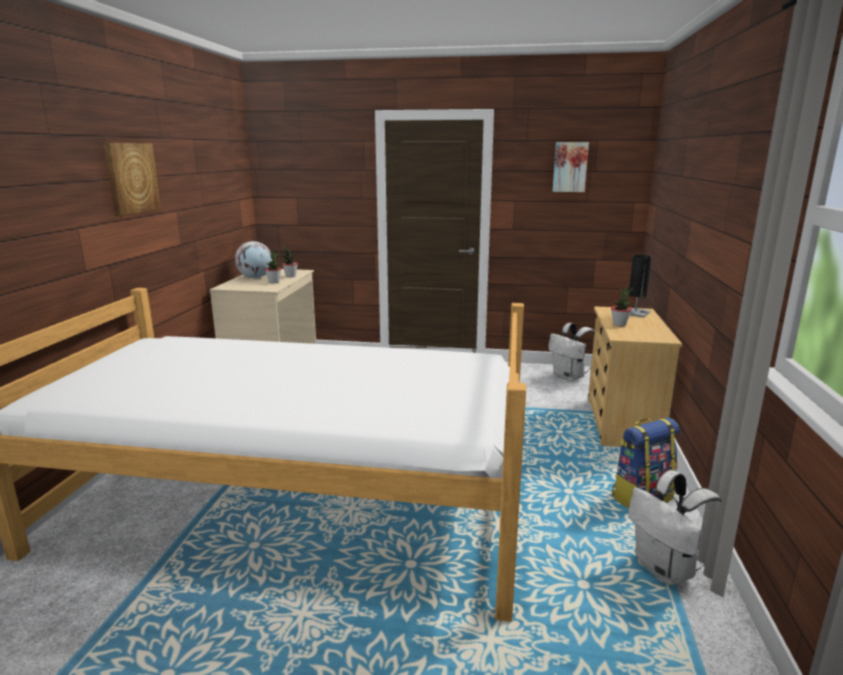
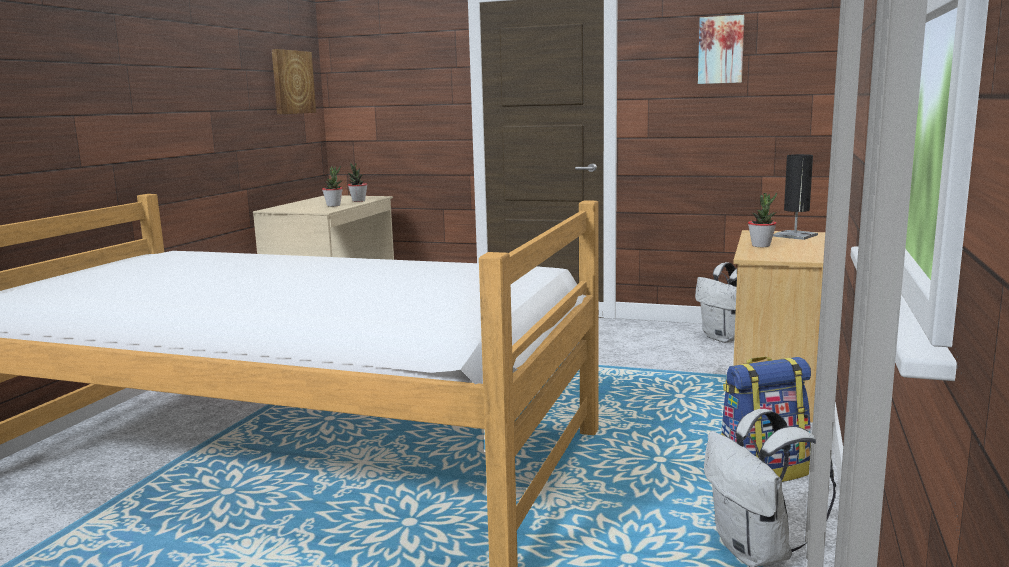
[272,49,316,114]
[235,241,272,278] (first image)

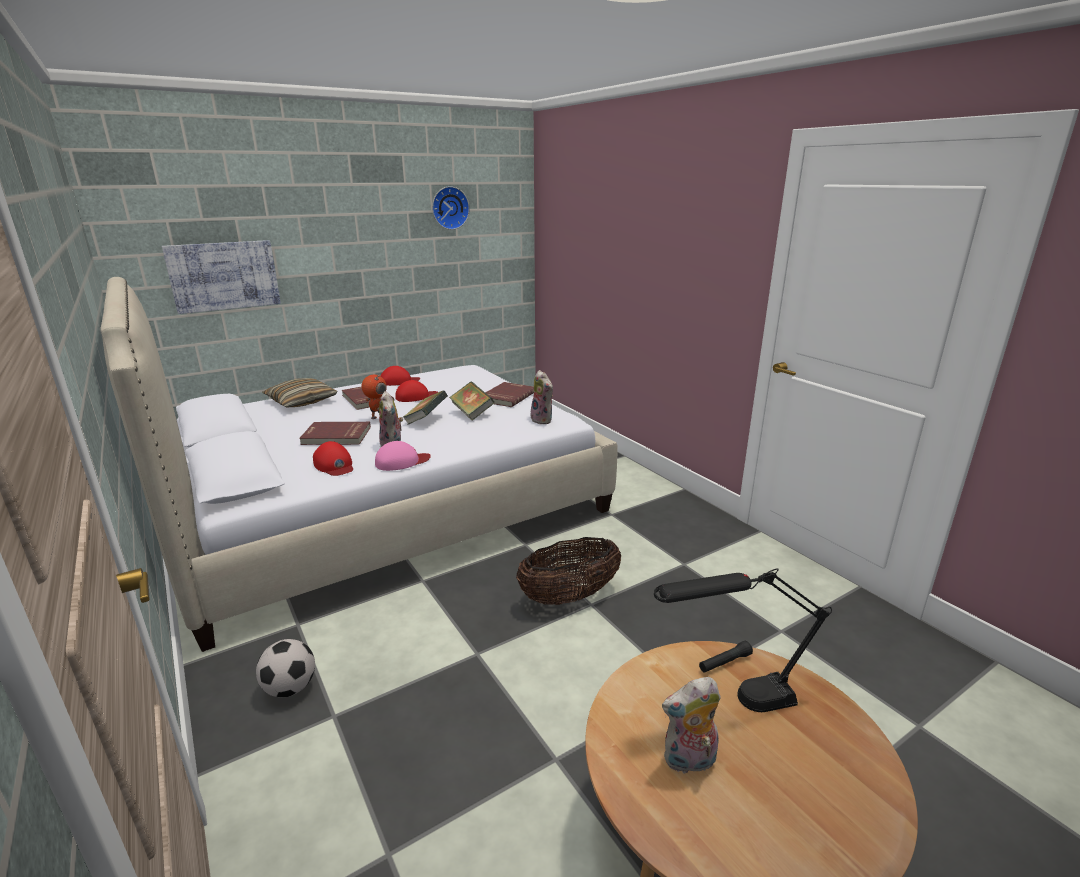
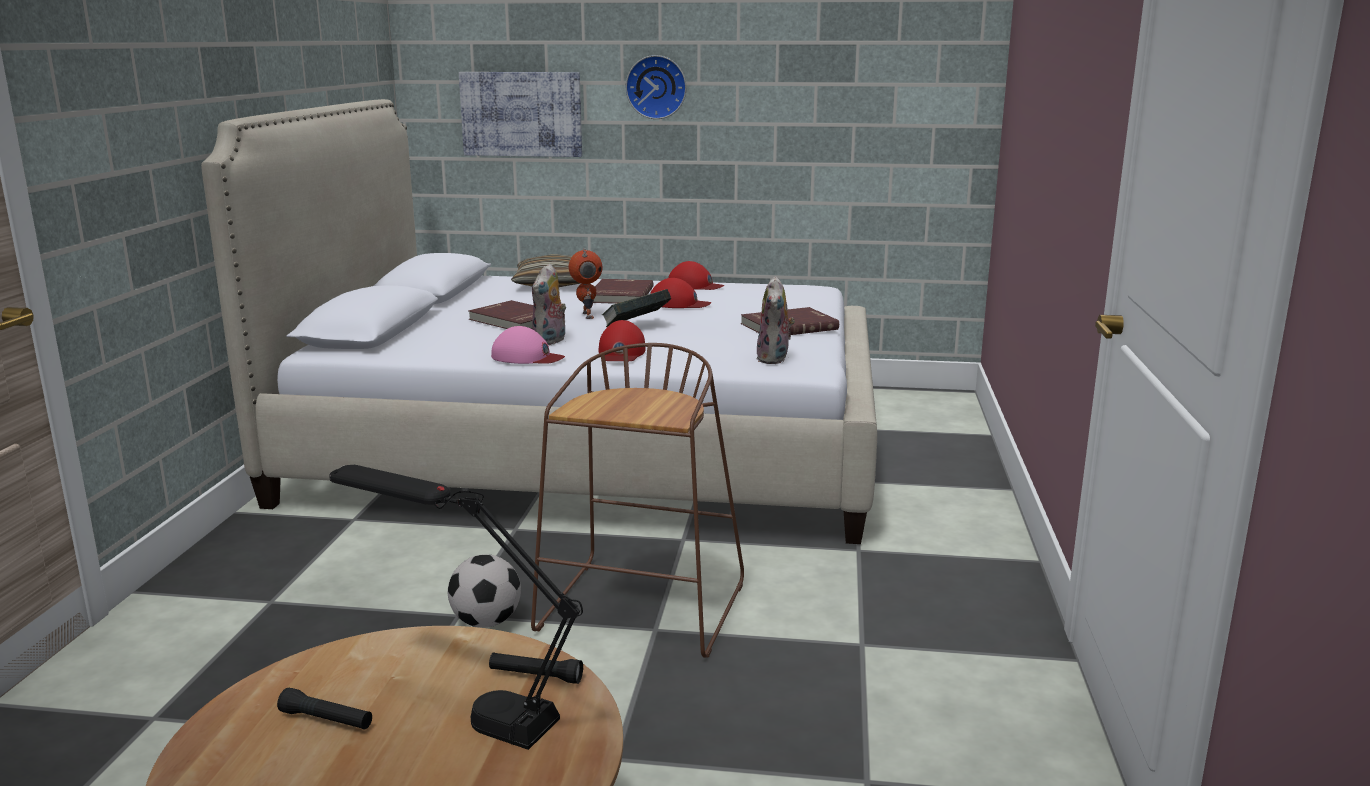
[448,554,521,628]
[598,320,645,361]
[626,55,687,119]
[449,381,494,421] (first image)
[531,343,744,658]
[277,688,372,729]

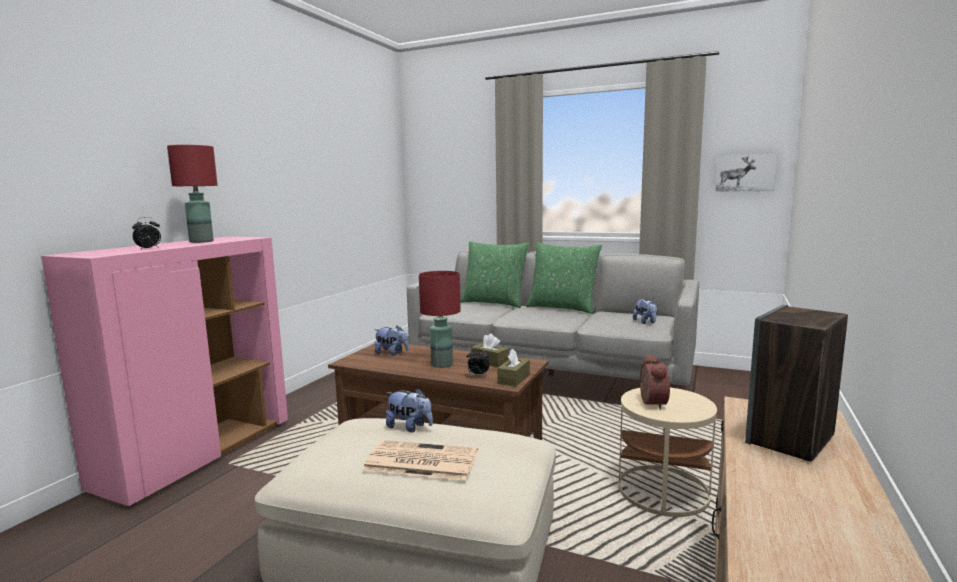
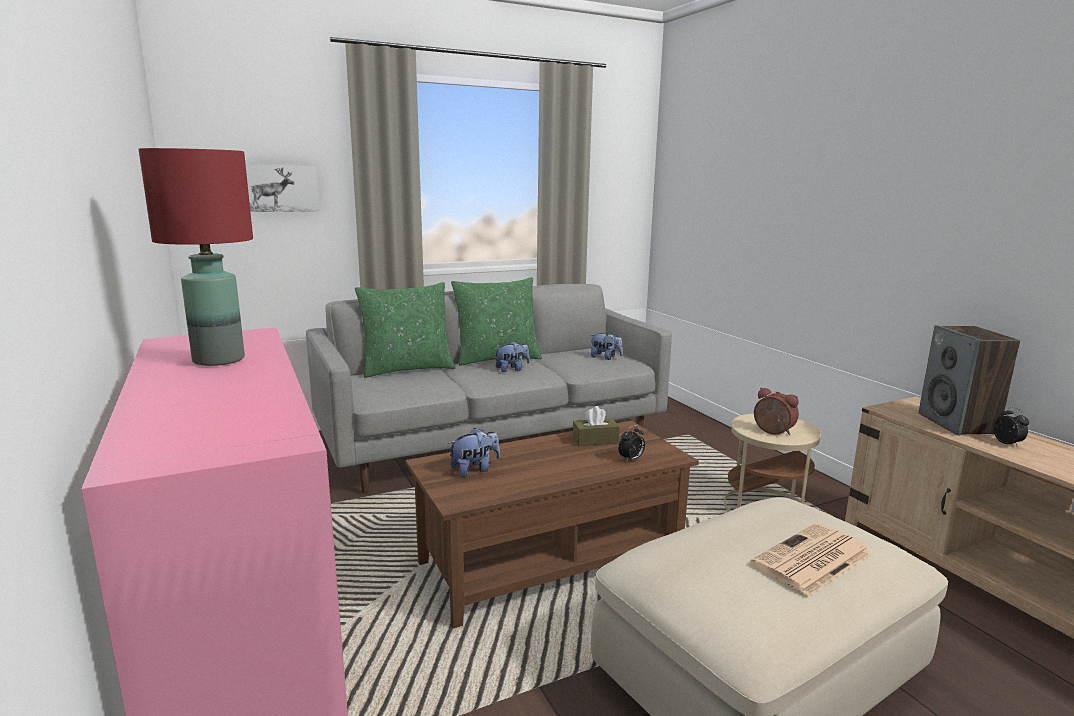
[993,407,1029,448]
[495,341,530,372]
[419,271,461,368] (first image)
[497,348,530,387] (first image)
[246,164,319,212]

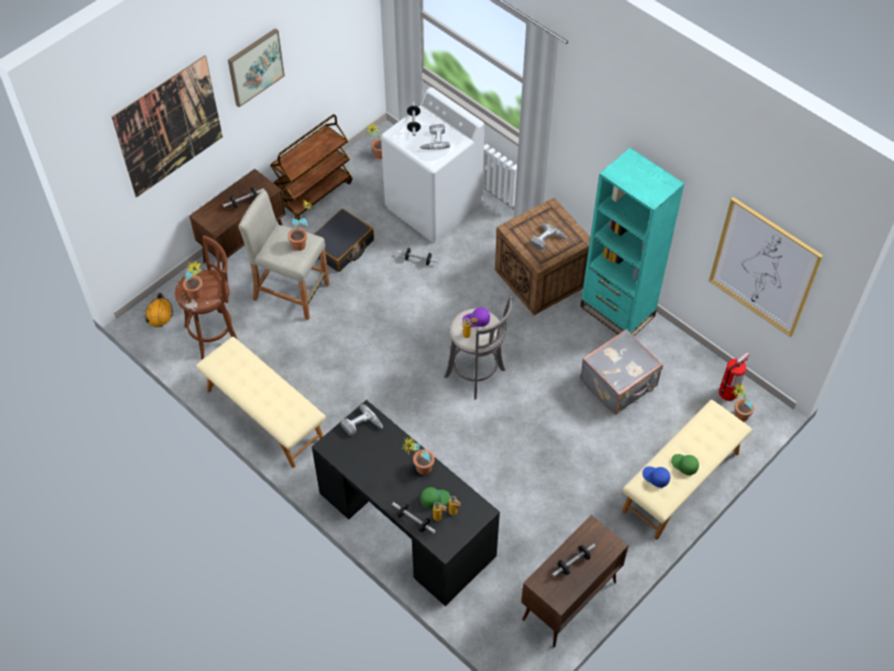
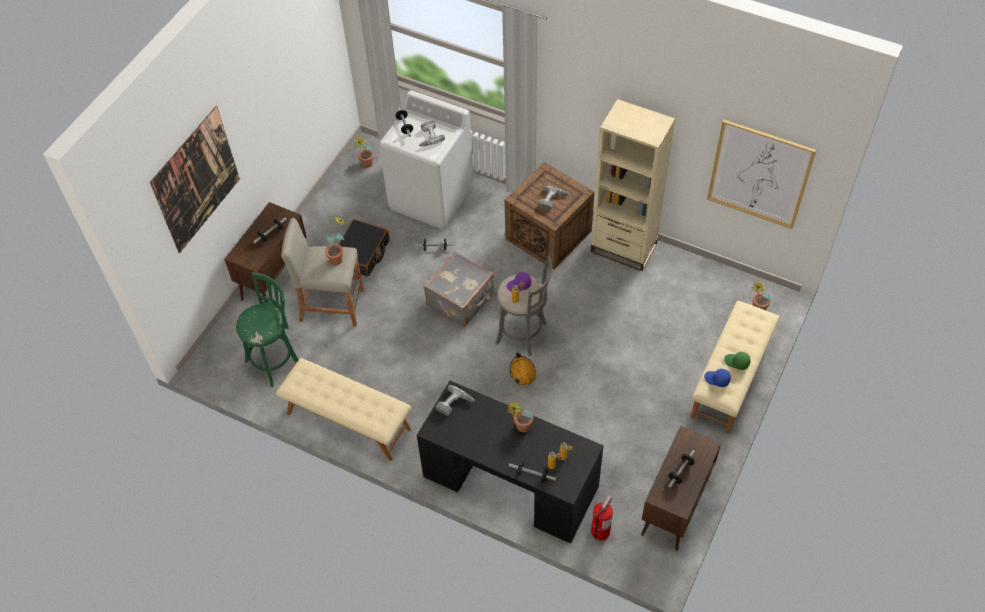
[510,352,536,385]
[236,272,299,387]
[183,260,203,299] (first image)
[228,28,285,107] (first image)
[270,114,353,220] (first image)
[420,487,450,509] (first image)
[591,99,675,271]
[423,252,494,328]
[591,495,613,540]

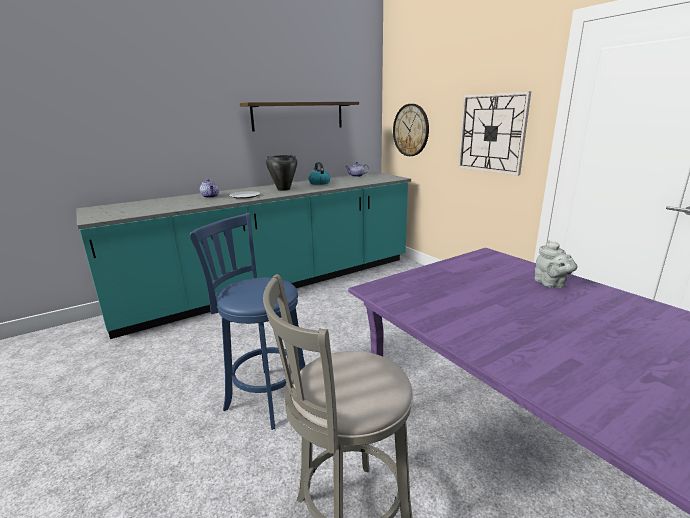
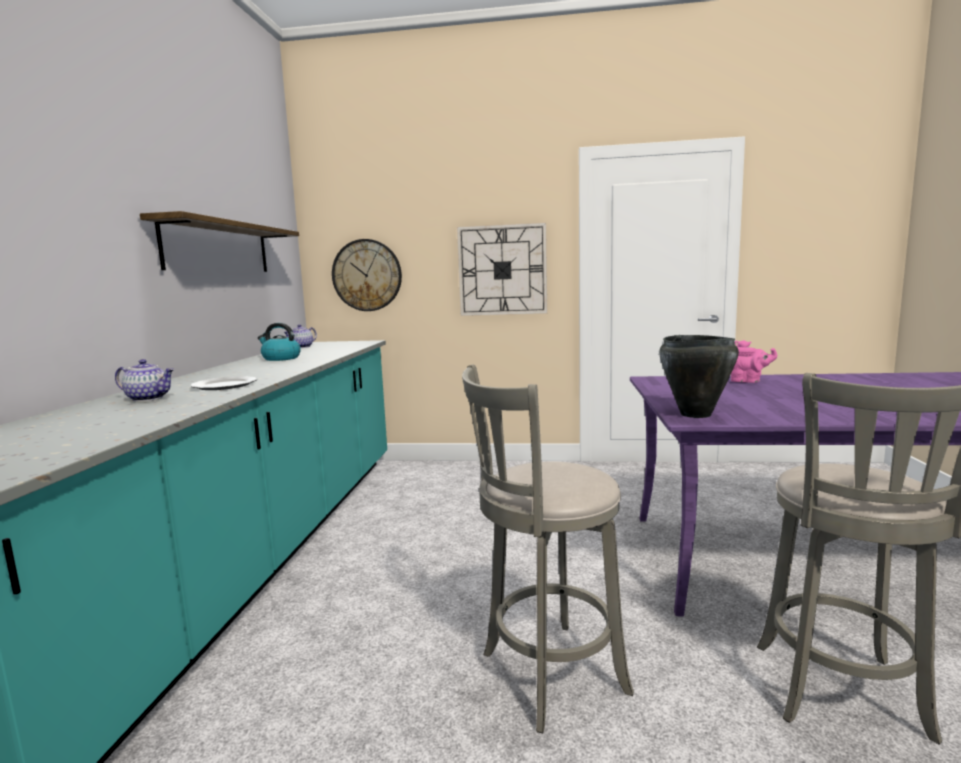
[462,364,634,733]
[659,335,739,418]
[731,340,777,383]

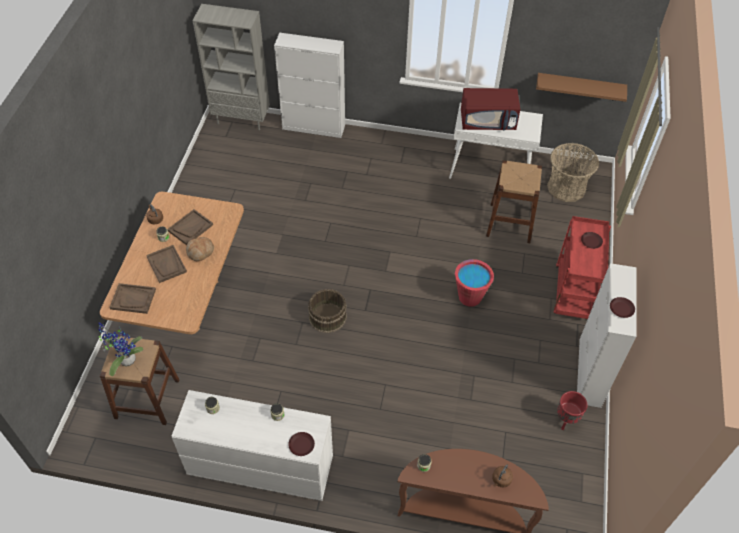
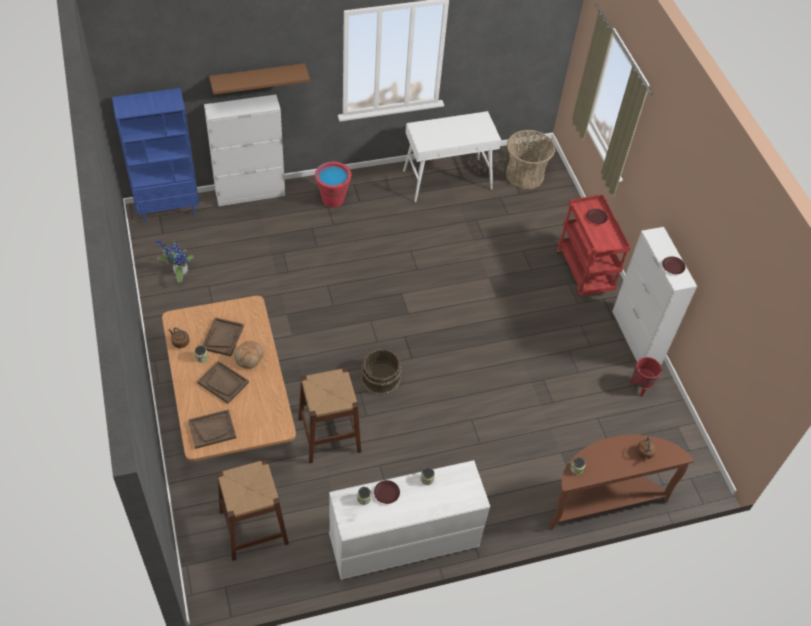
[157,241,194,283]
[112,88,199,223]
[374,480,400,504]
[315,162,351,208]
[461,88,521,130] (first image)
[298,368,361,463]
[209,63,310,95]

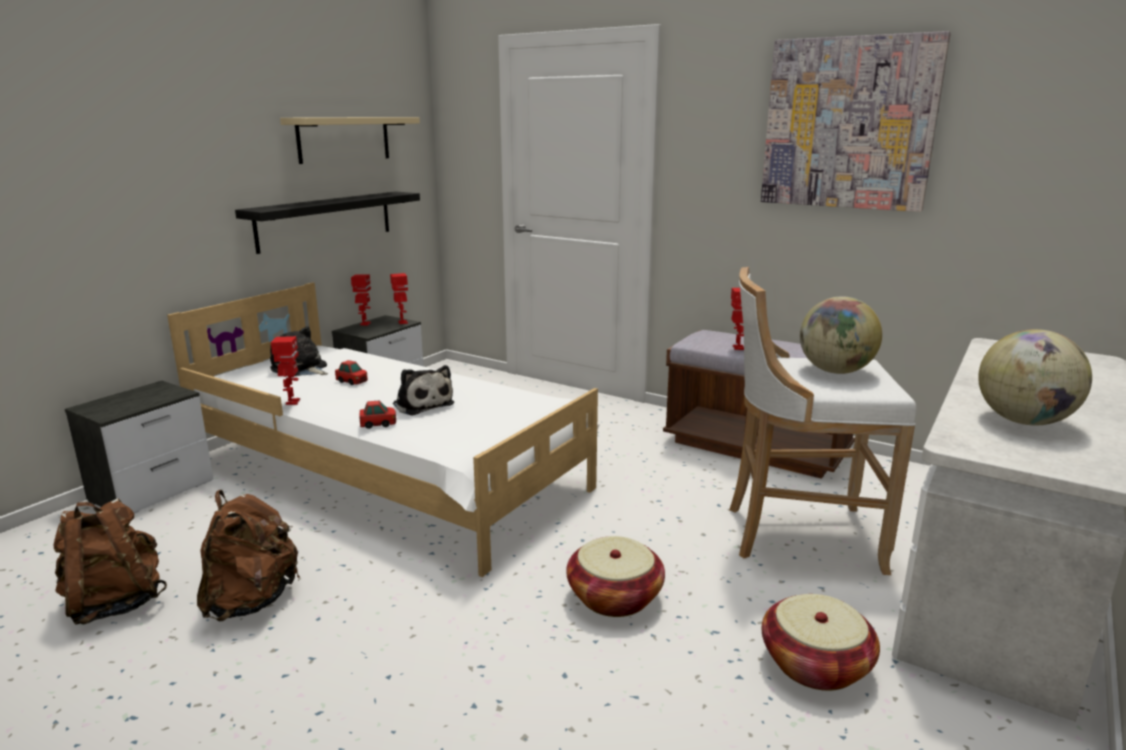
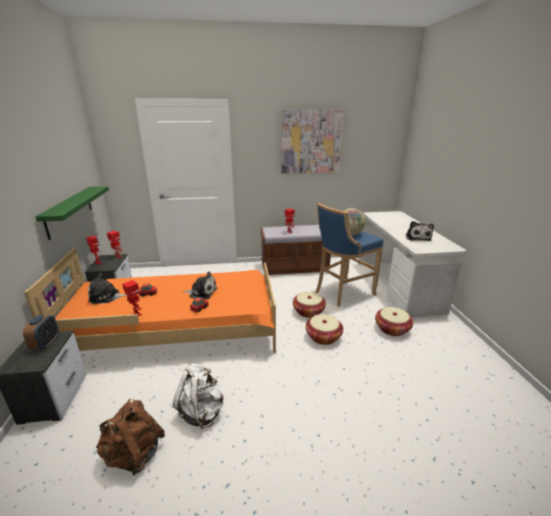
[24,248,276,353]
[173,363,223,429]
[36,186,109,240]
[280,117,420,164] (first image)
[316,203,383,307]
[405,221,434,241]
[23,315,59,349]
[293,292,326,318]

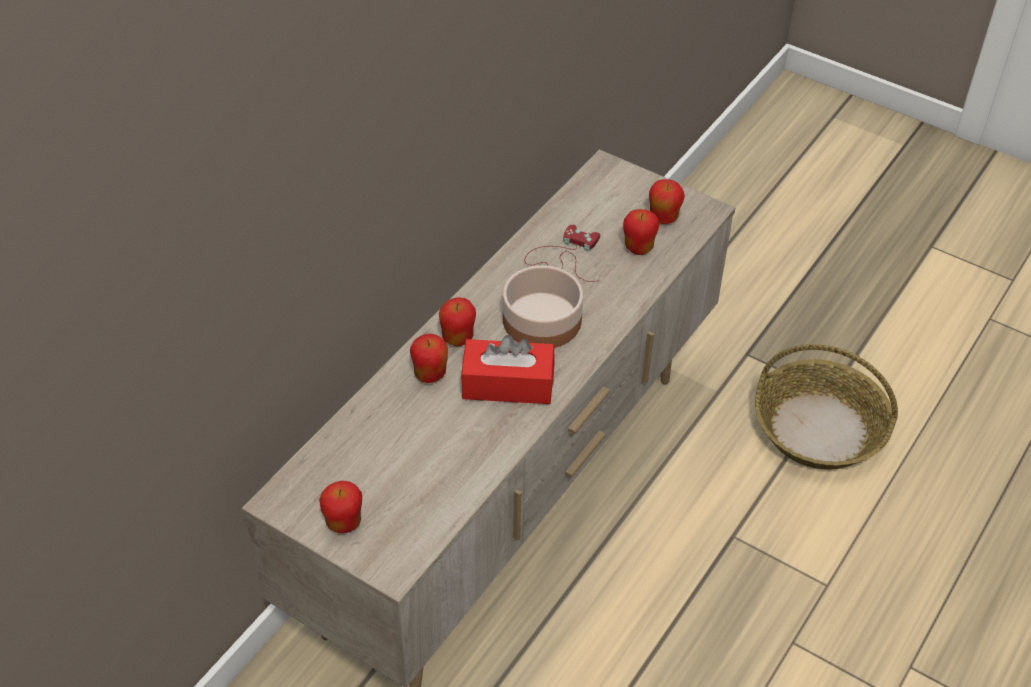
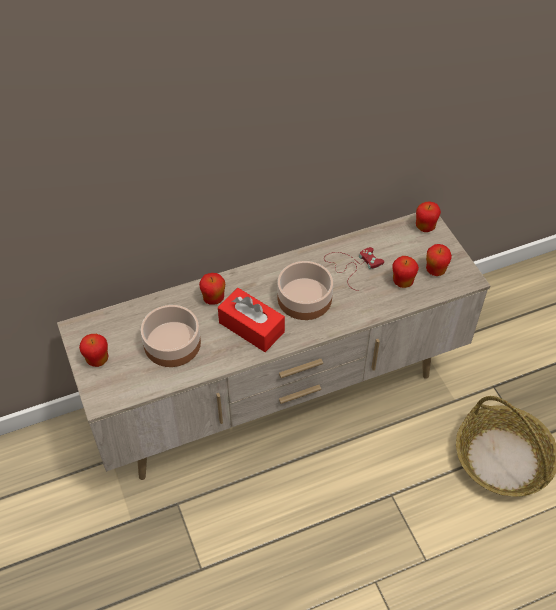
[416,202,441,232]
[140,305,201,367]

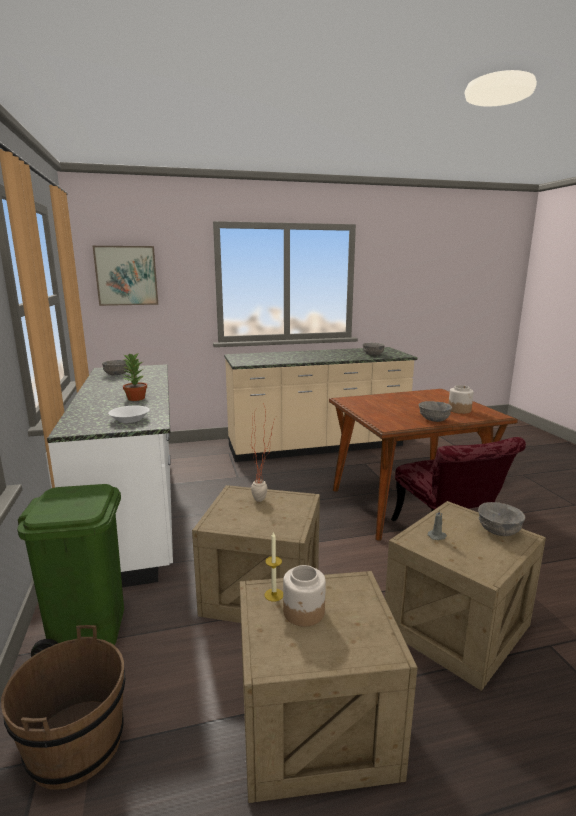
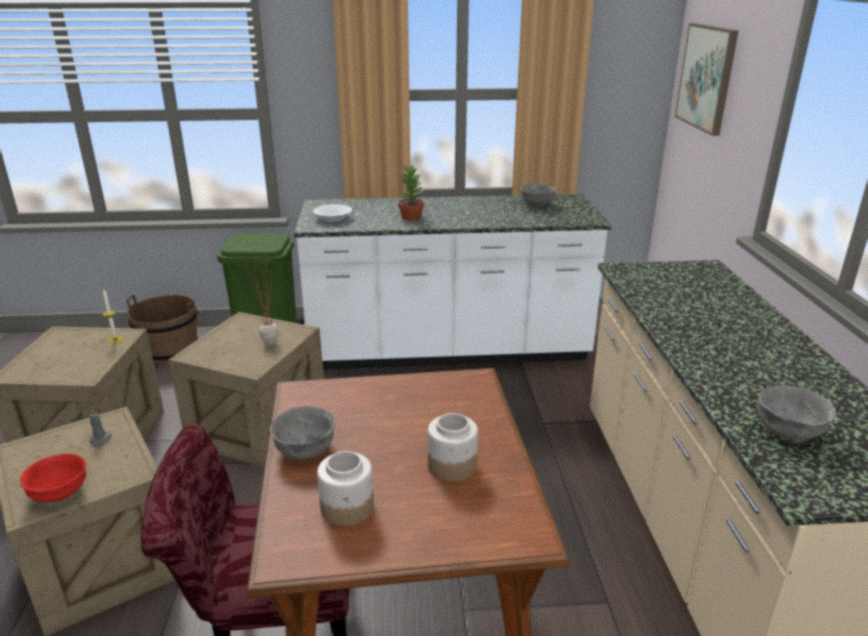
[428,413,478,482]
[20,453,86,502]

